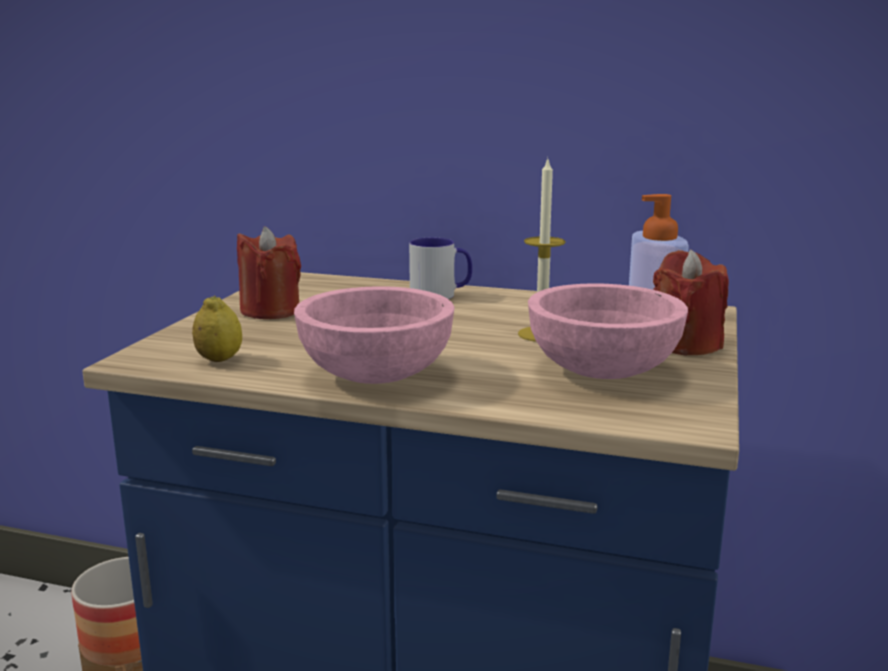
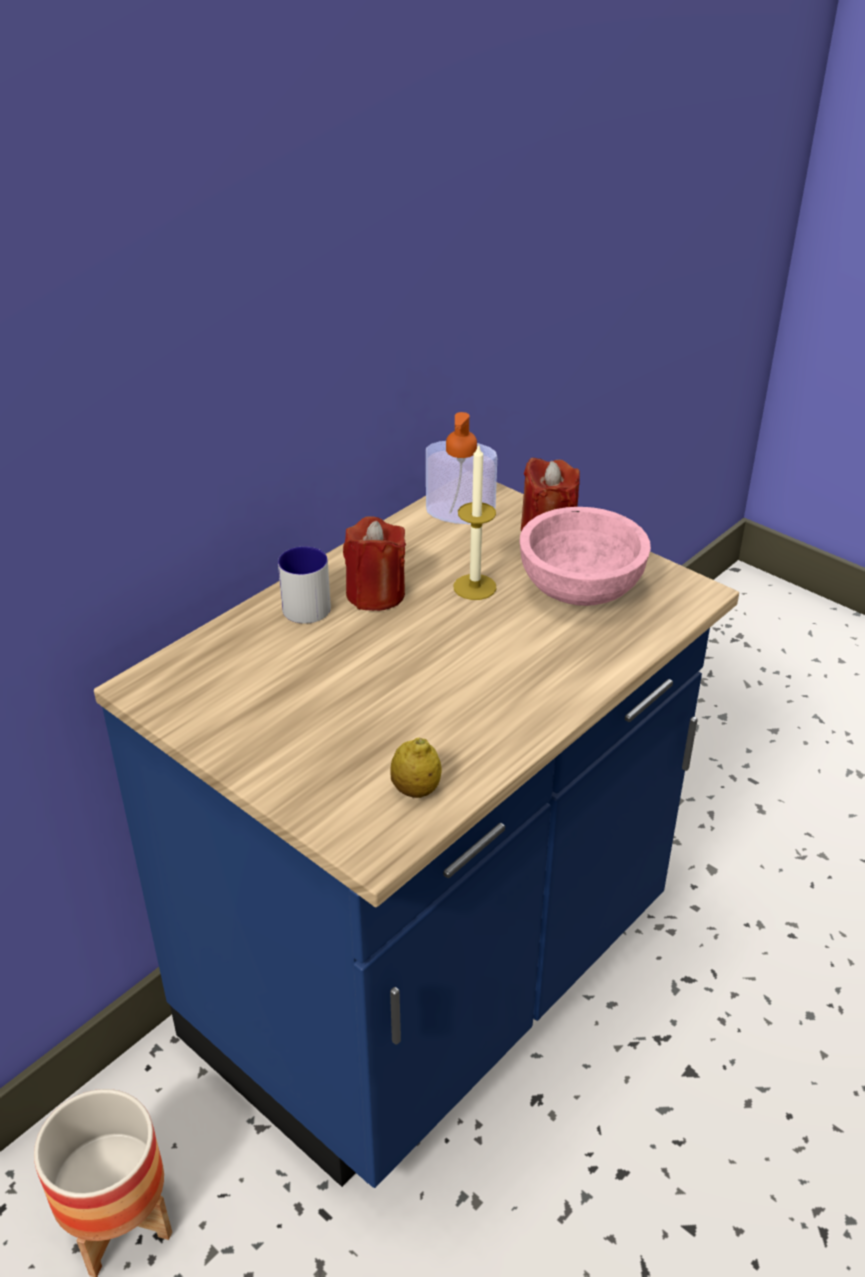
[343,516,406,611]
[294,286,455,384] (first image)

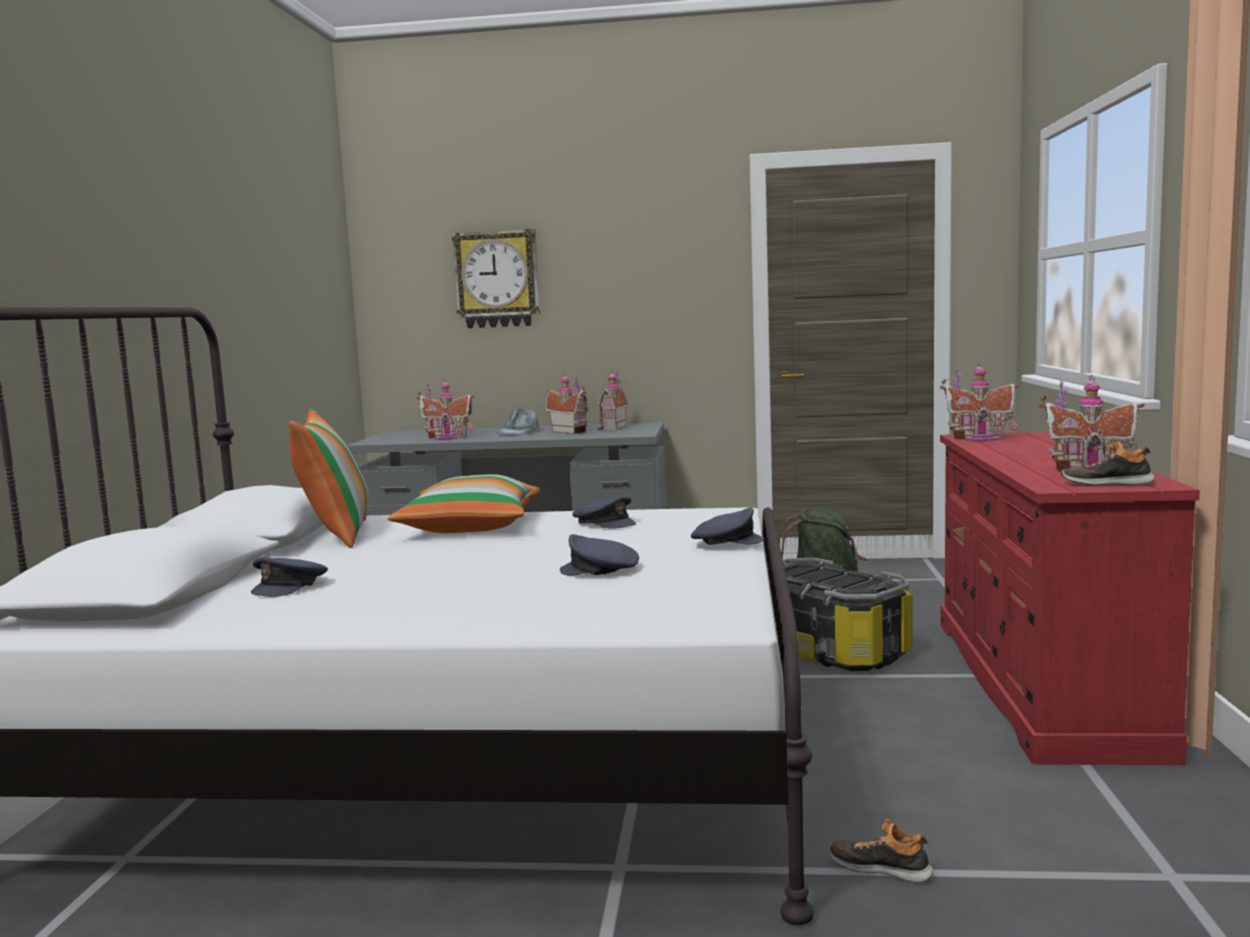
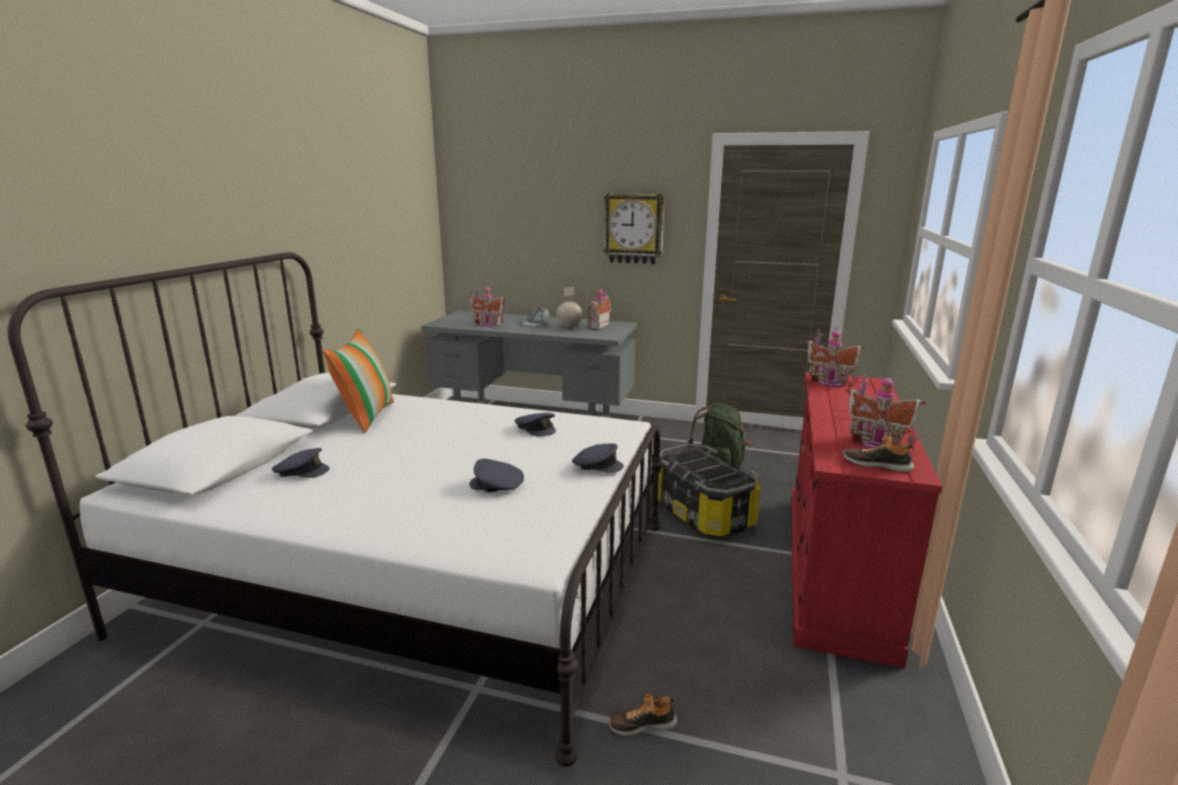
[272,448,330,478]
[387,474,540,533] (first image)
[603,193,665,264]
[556,287,582,328]
[608,694,677,736]

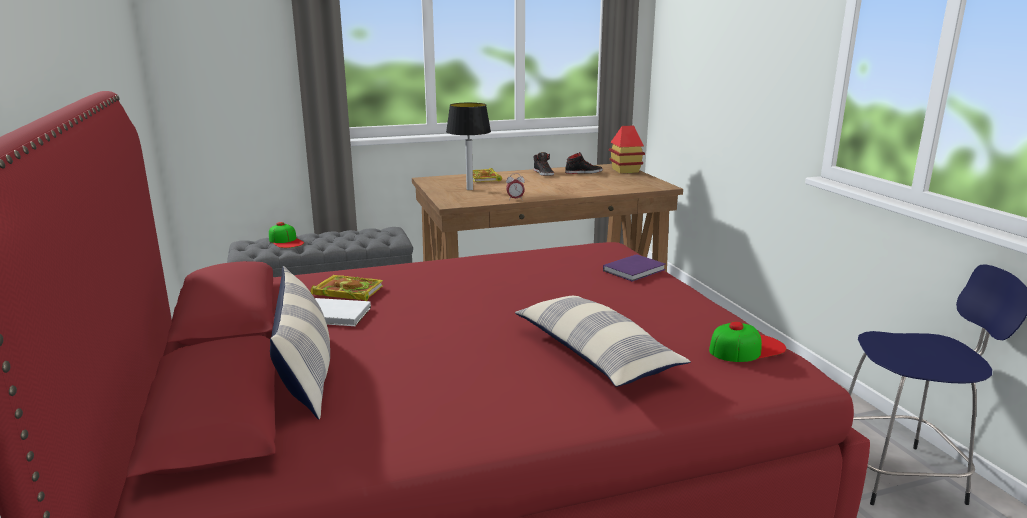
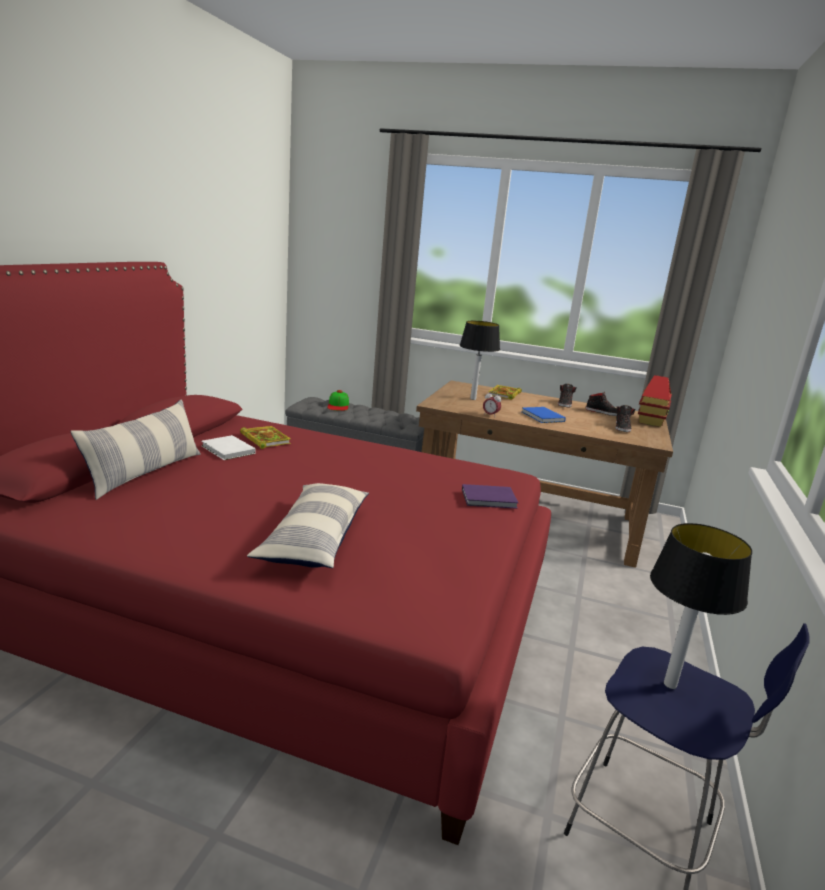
[709,321,786,362] (first image)
[522,407,566,423]
[616,405,635,432]
[650,523,752,689]

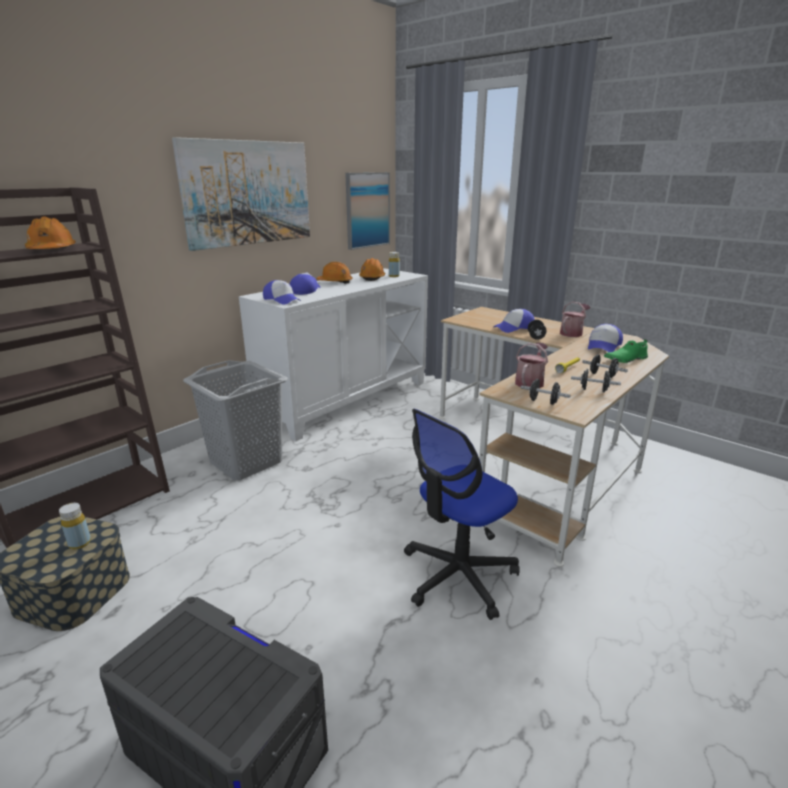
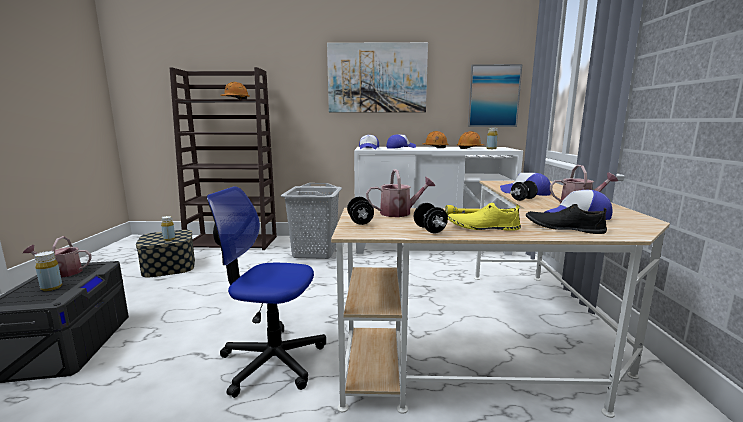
[448,203,521,231]
[526,204,607,234]
[23,236,92,278]
[34,251,62,291]

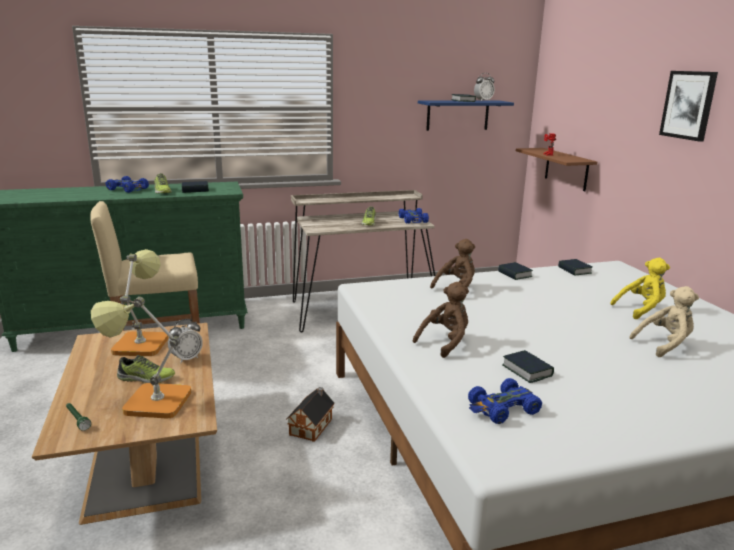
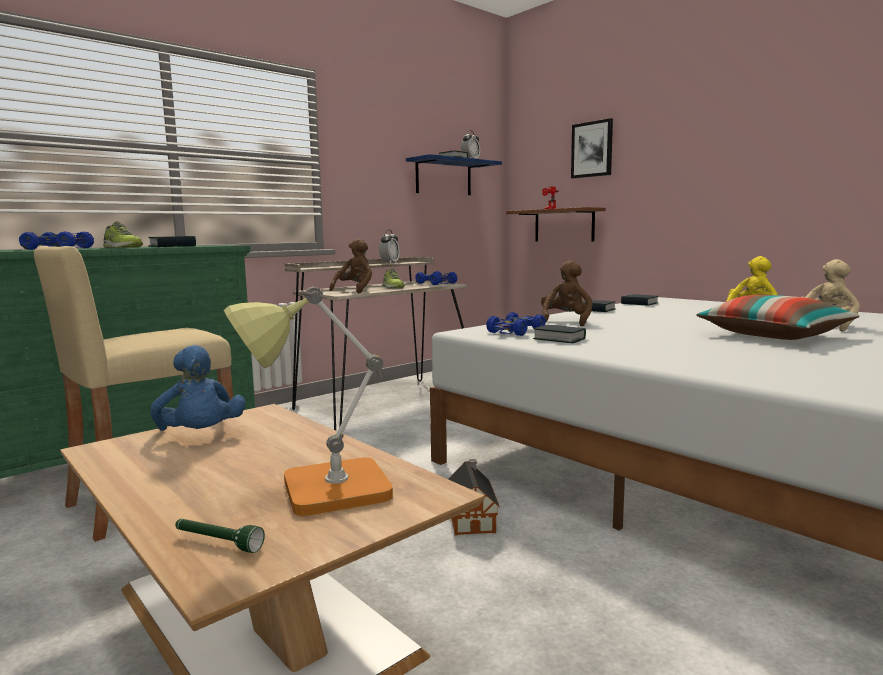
[150,345,246,431]
[117,355,175,383] (first image)
[379,230,400,264]
[329,239,372,293]
[486,312,546,336]
[533,325,586,343]
[571,118,613,179]
[696,295,860,340]

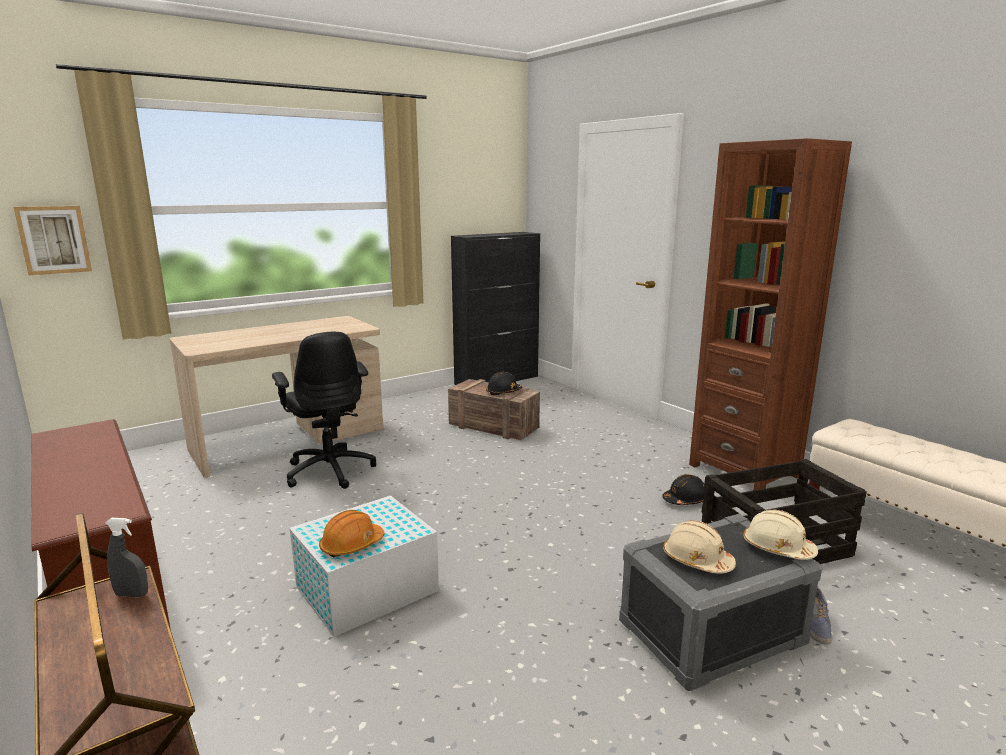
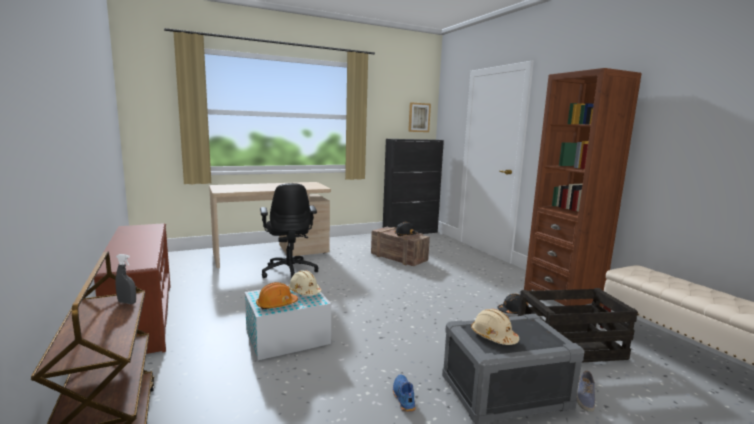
[408,103,431,132]
[288,270,321,296]
[393,374,416,412]

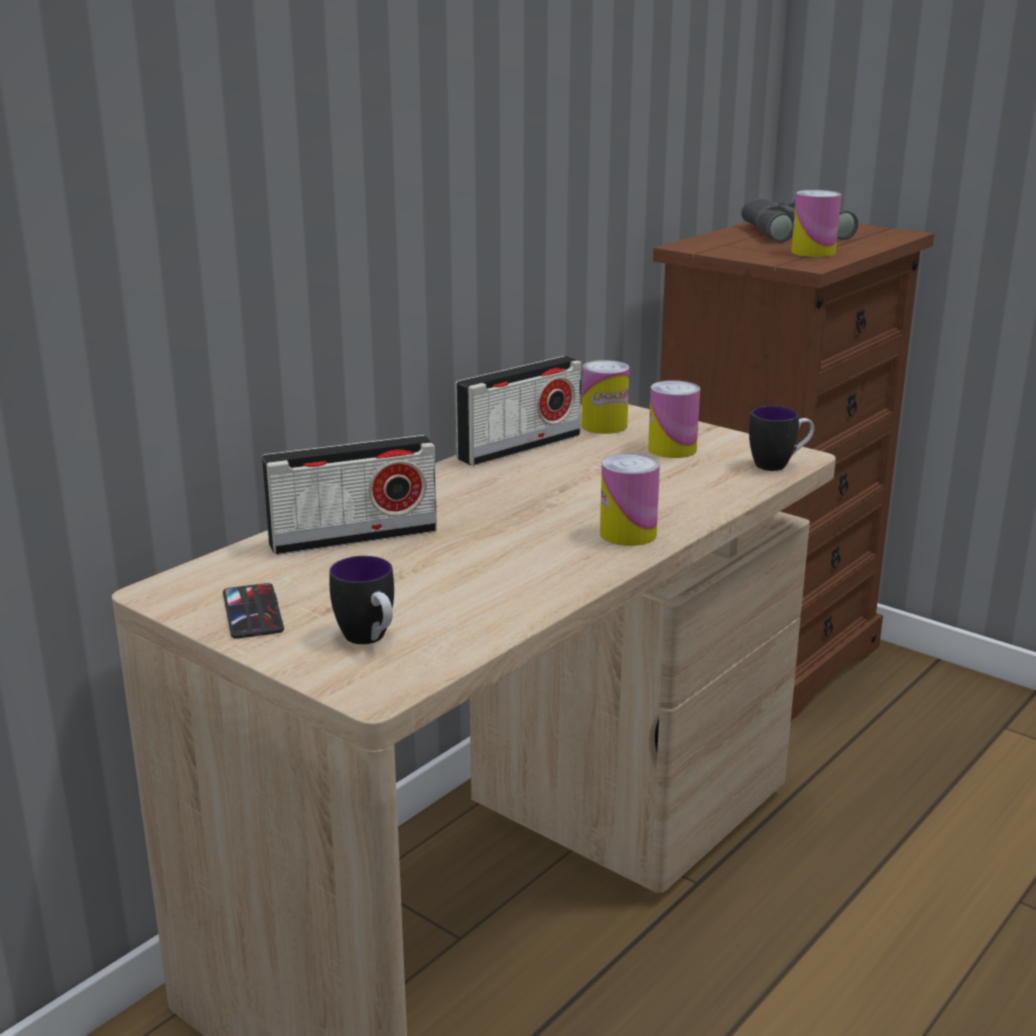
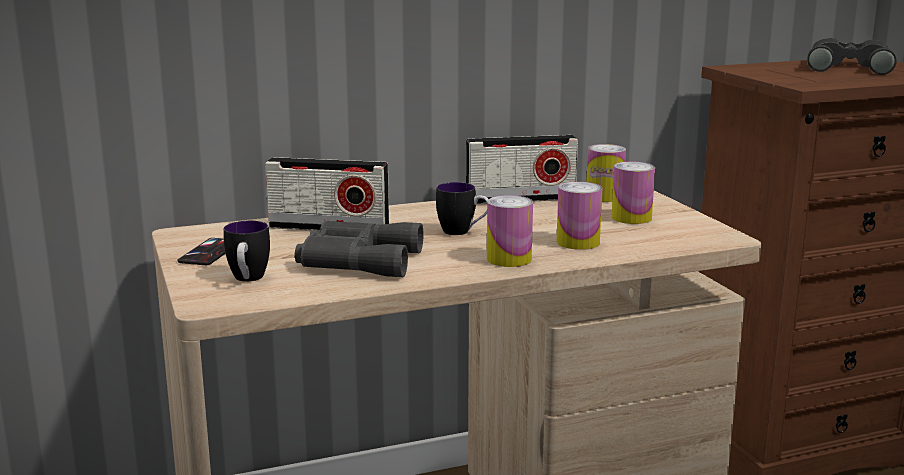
[436,182,488,235]
[557,182,602,250]
[295,221,424,277]

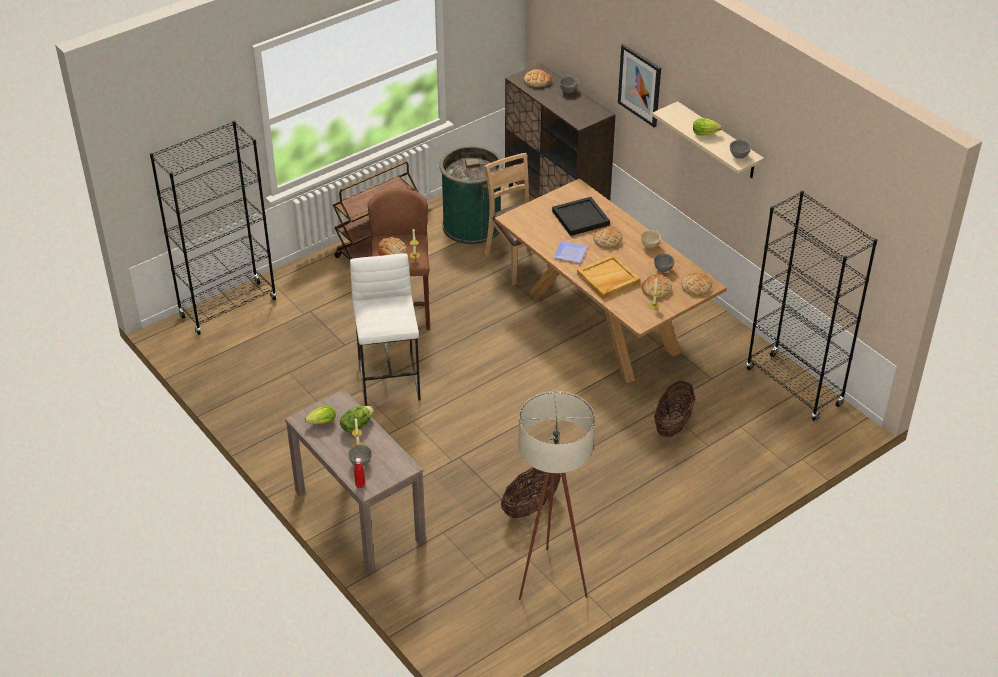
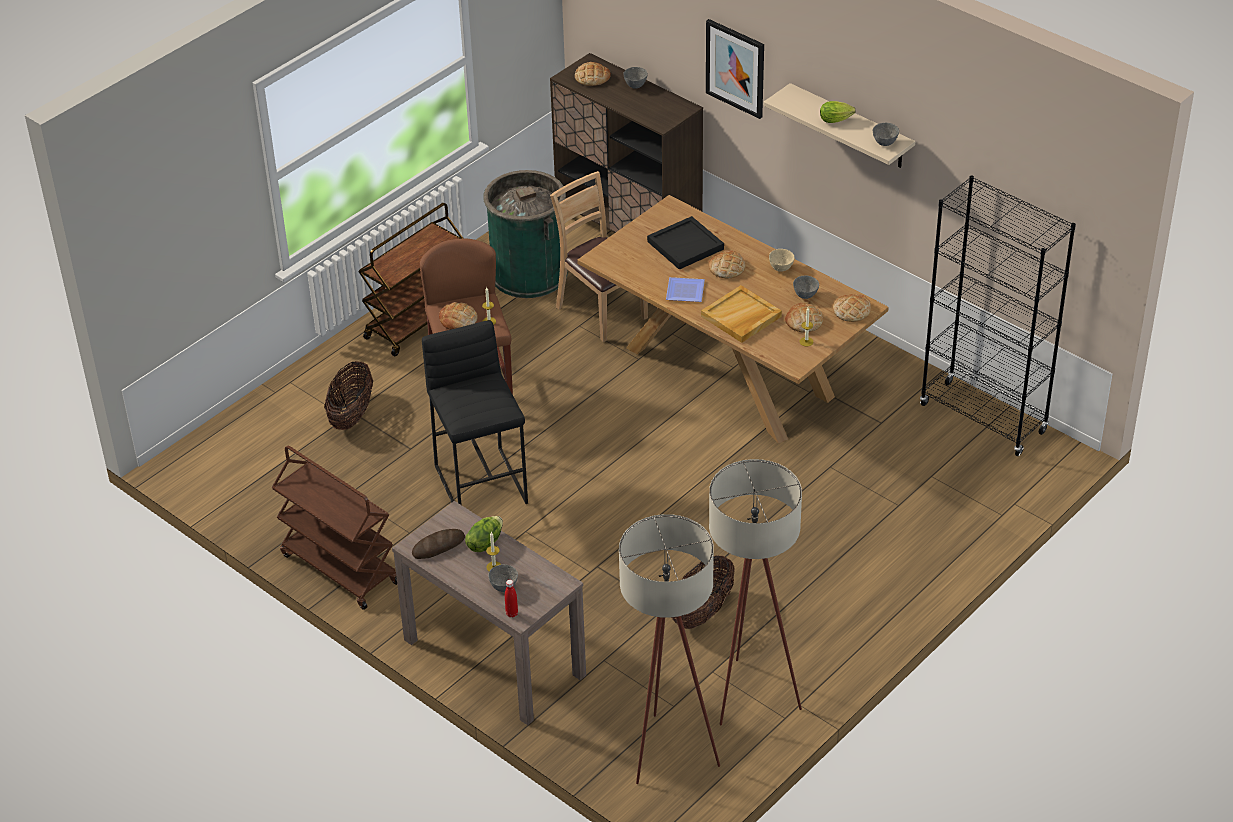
[150,121,277,335] (first image)
[412,529,465,559]
[422,320,528,505]
[324,361,373,430]
[272,446,397,610]
[619,514,720,784]

